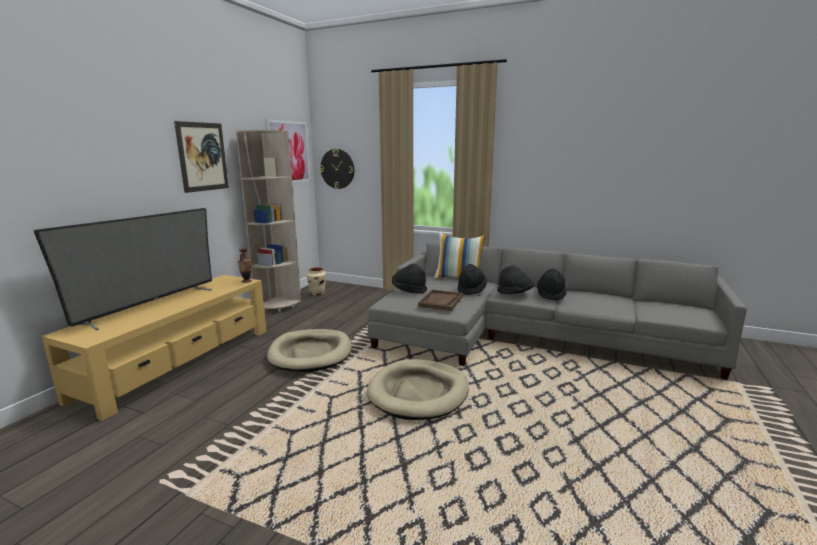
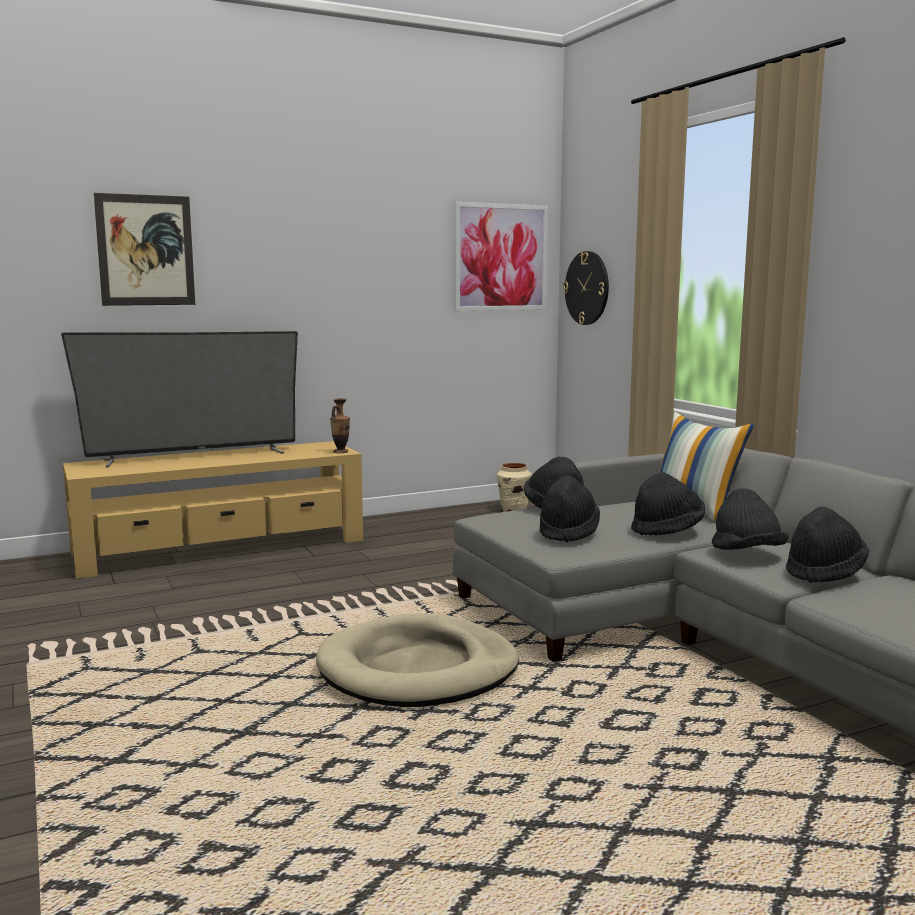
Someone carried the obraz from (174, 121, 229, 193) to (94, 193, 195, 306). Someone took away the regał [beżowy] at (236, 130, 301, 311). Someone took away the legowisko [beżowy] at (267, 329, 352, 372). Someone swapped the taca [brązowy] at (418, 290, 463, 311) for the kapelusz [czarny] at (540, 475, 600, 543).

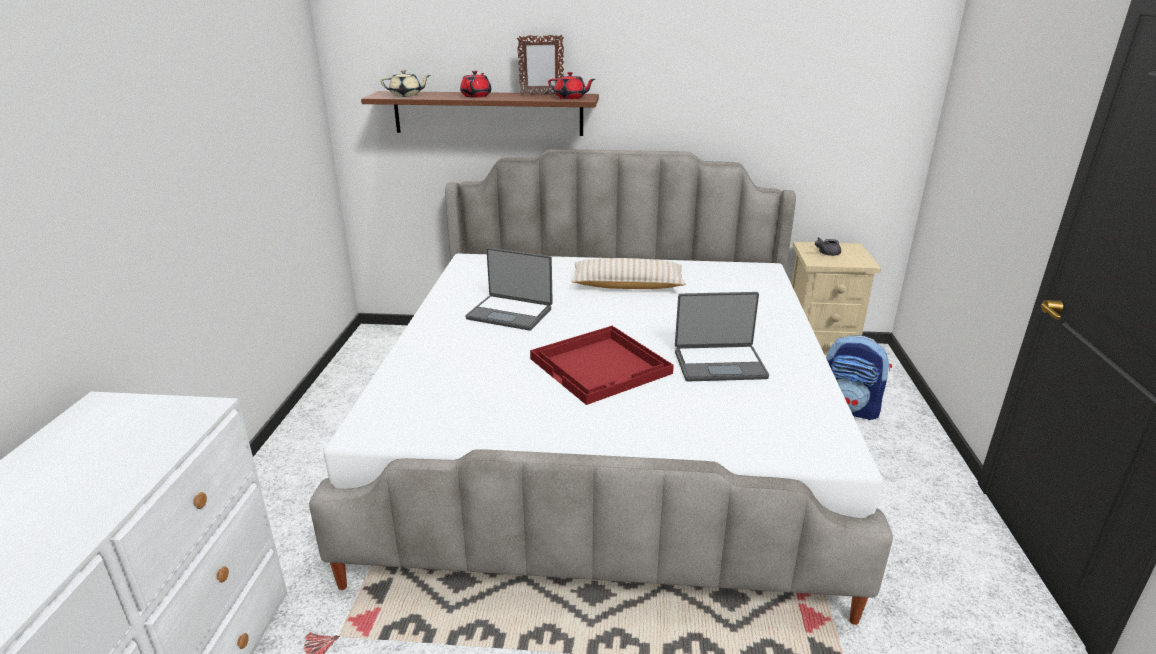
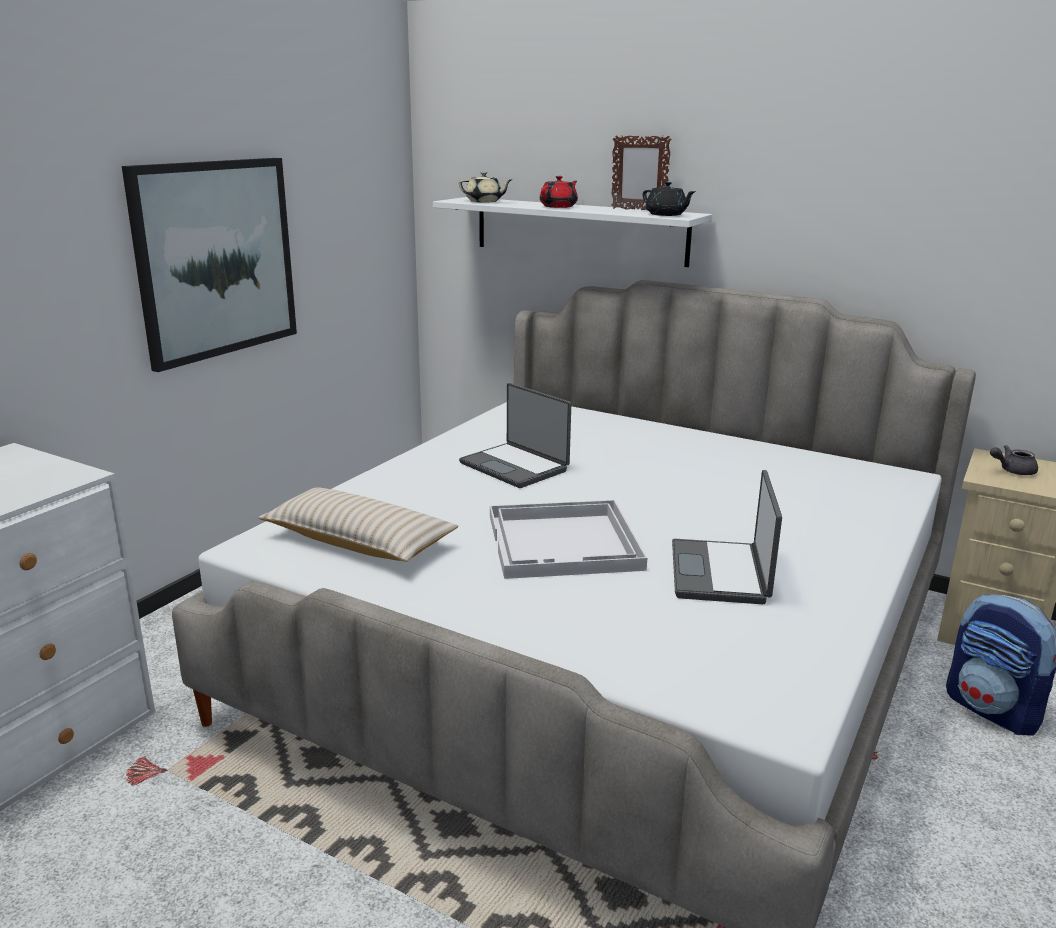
Someone repainted the półka [brązowy] at (361, 91, 599, 136), which became the półka [biały] at (433, 197, 712, 267). Someone repainted the taca [czerwony] at (530, 326, 674, 405), which became the taca [biały] at (490, 500, 647, 579). Someone repainted the imbryk [czerwony] at (548, 72, 595, 99), which became the imbryk [czarny] at (643, 182, 696, 216). Someone carried the poduszka [beżowy] from (571, 258, 686, 289) to (258, 487, 458, 562). Someone rotated the laptop at (675, 292, 769, 381) by 75 degrees clockwise. Someone put up the obraz at (122, 158, 297, 372).

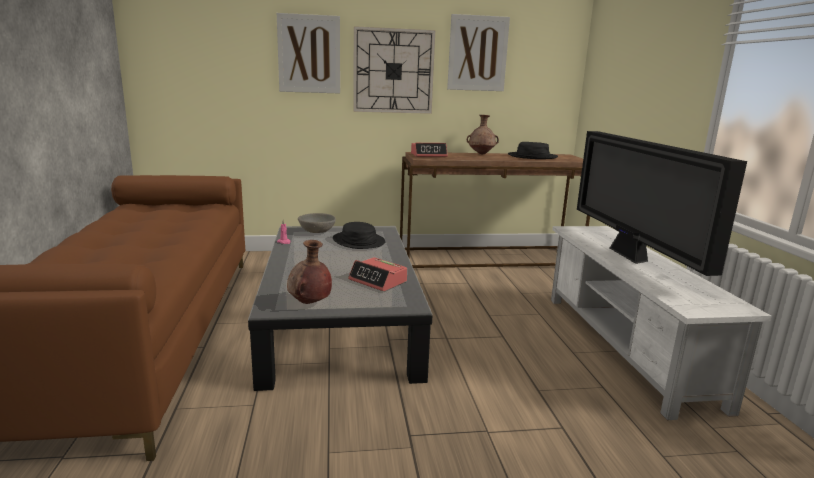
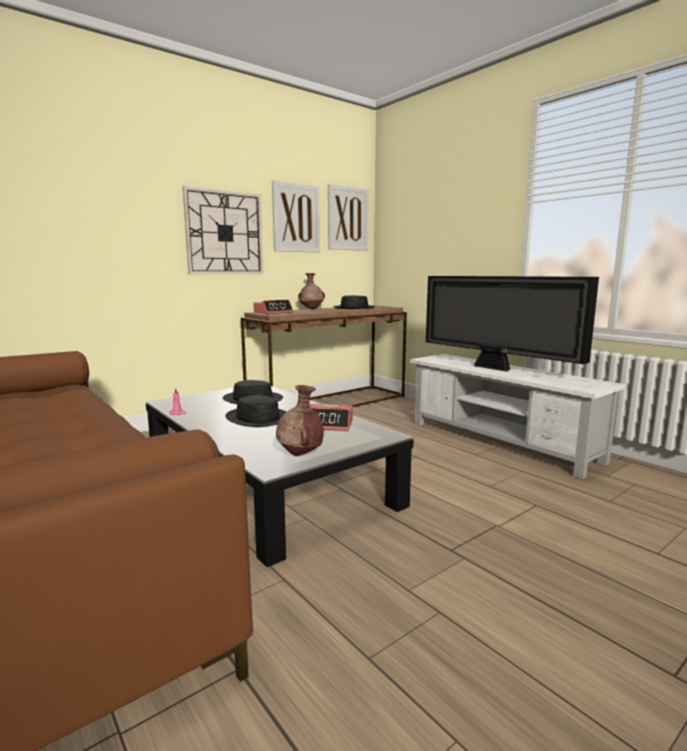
Someone carried the obraz from (277, 13, 340, 93) to (328, 184, 368, 251). Someone took away the miska [szary] at (298, 213, 336, 233). Someone put down the kapelusz [czarny] at (225, 395, 286, 427).

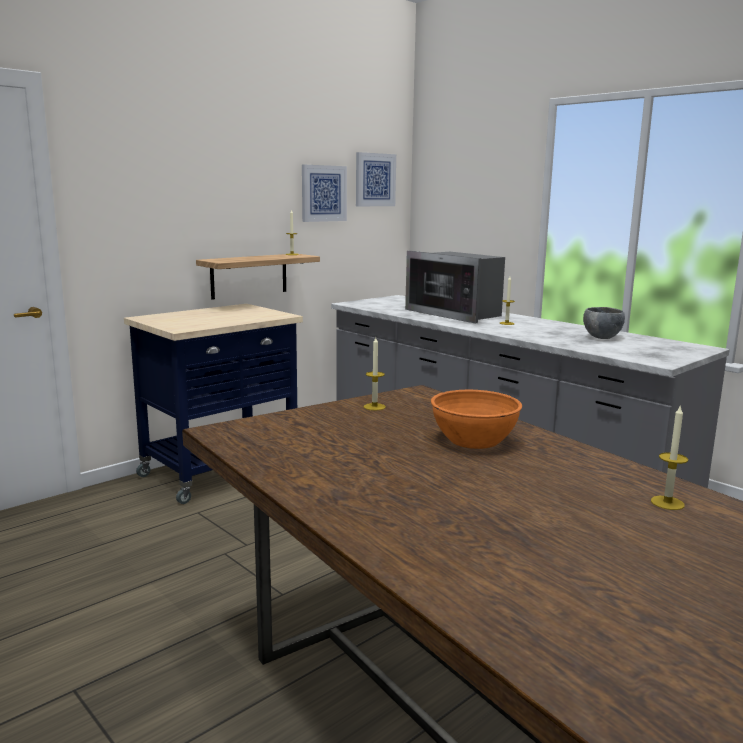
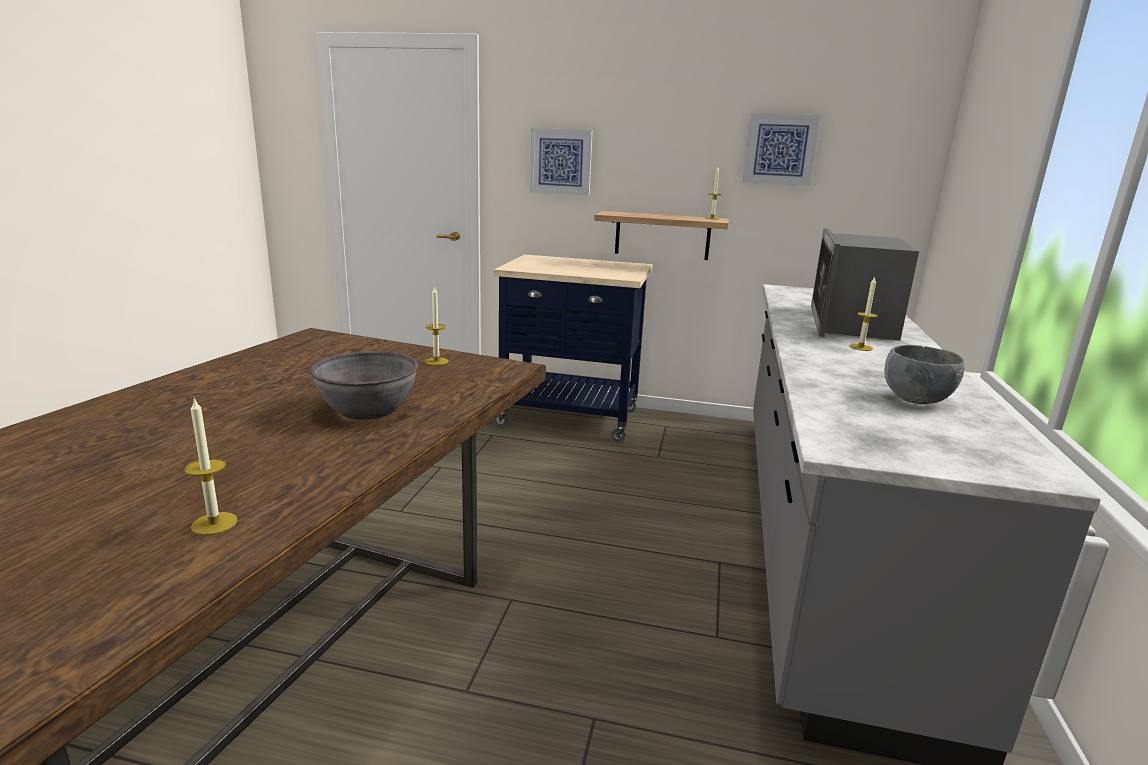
Someone carried the obraz from (356, 152, 396, 206) to (530, 128, 593, 196). Someone repainted the miska [pomarańczowy] at (431, 390, 522, 449), which became the miska [szary] at (310, 351, 418, 419).

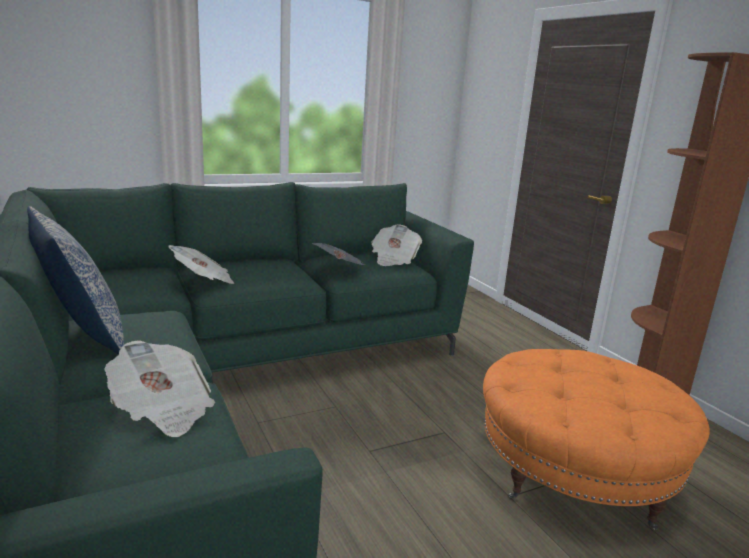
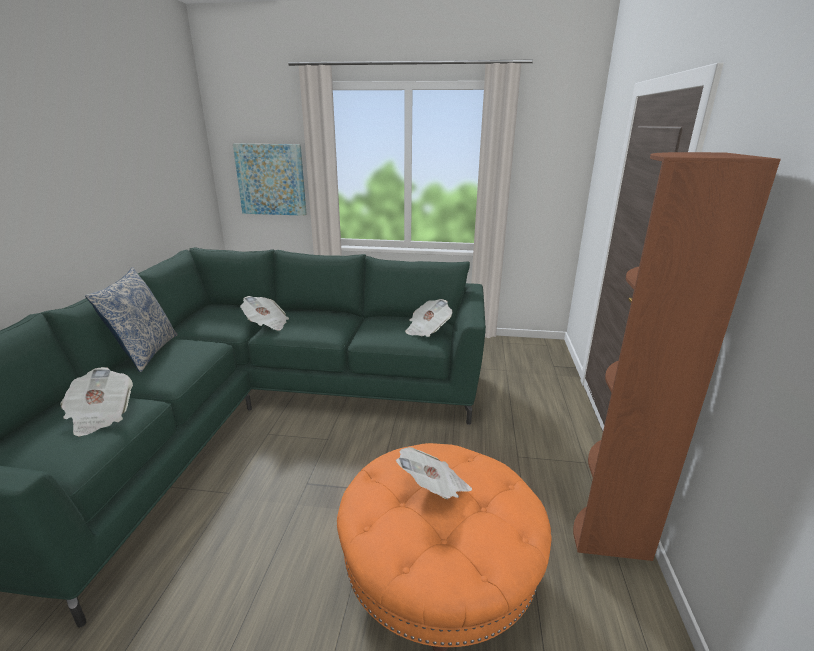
Someone carried the gazeta from (312, 243, 364, 265) to (396, 447, 472, 499). Someone put up the obraz at (233, 144, 307, 216).

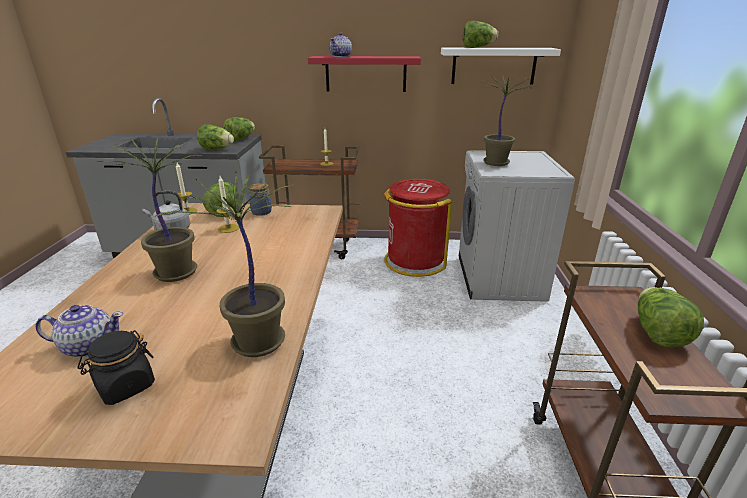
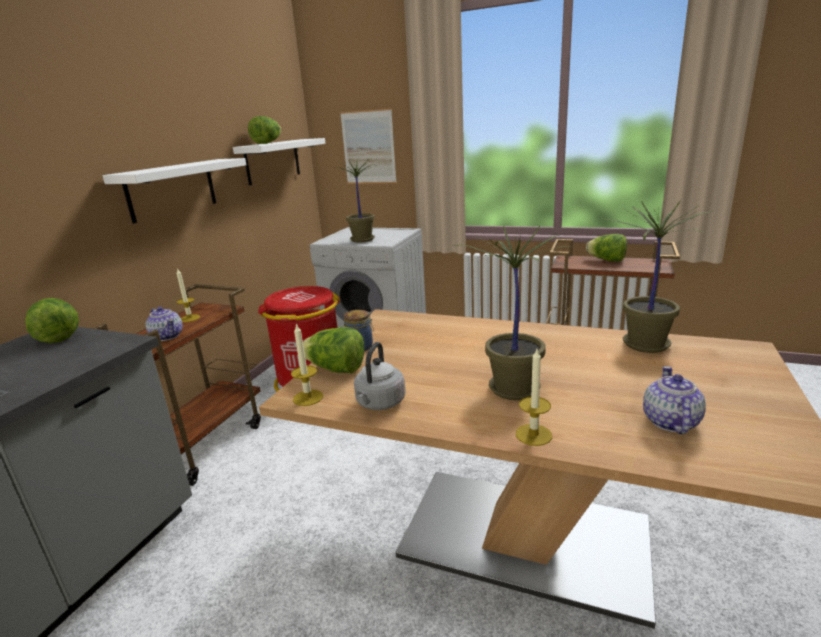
Someone took away the słoik [czarny] at (77, 330, 155, 405). Someone took away the sałata at (197, 124, 234, 150). Someone carried the świeca from (216, 176, 239, 233) to (516, 349, 552, 446). Someone repainted the półka [czerwony] at (308, 56, 421, 92), which became the półka [biały] at (102, 158, 246, 224). Someone carried the imbryk from (329, 33, 352, 57) to (145, 307, 183, 341). Someone put up the obraz at (340, 108, 397, 184).

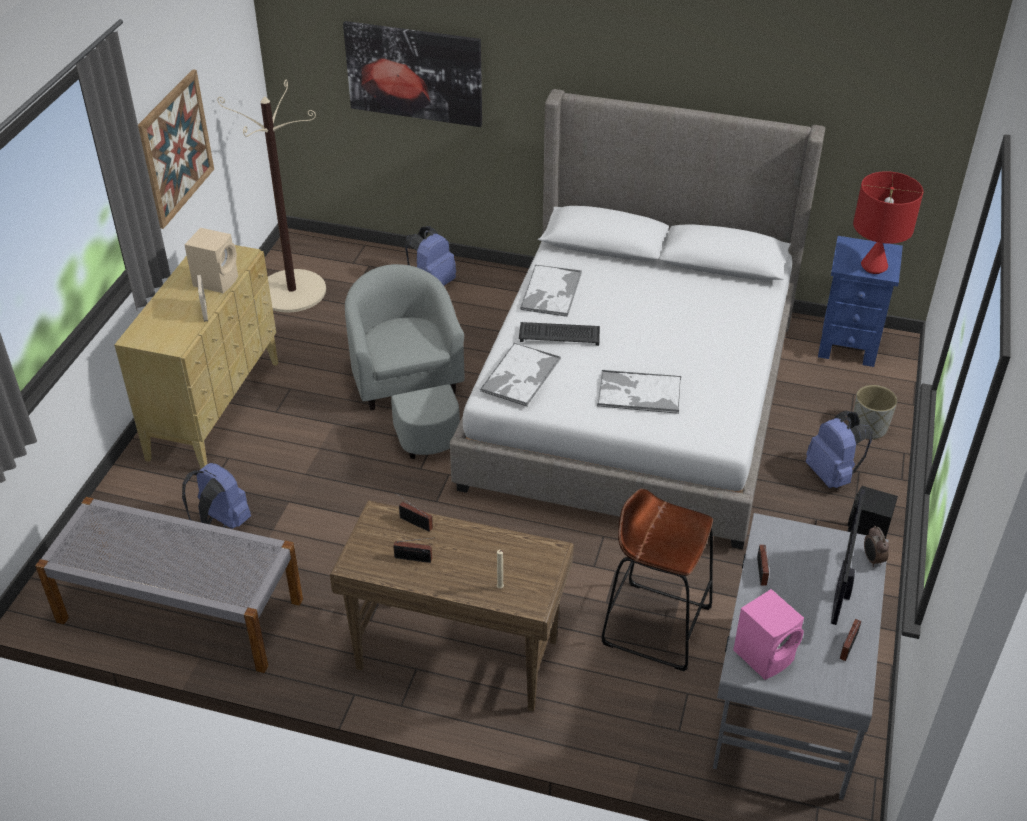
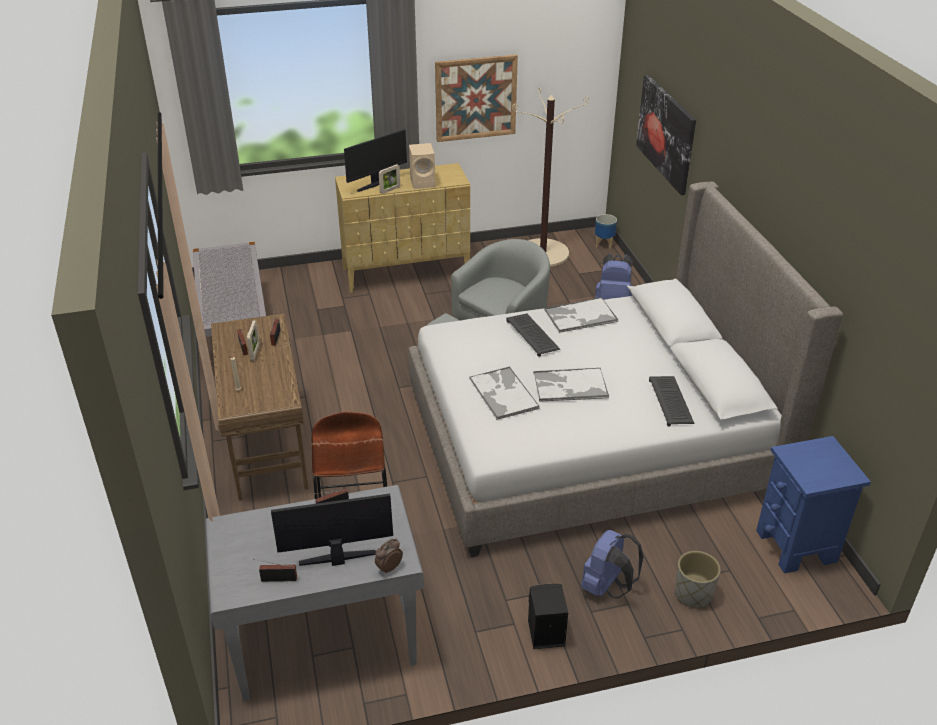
Someone took away the plecak [niebieski] at (182, 463, 251, 529). Someone carried the taca from (480, 343, 560, 407) to (533, 368, 609, 402). Someone took away the głośnik [różowy] at (733, 589, 804, 680). Someone took away the lampa stołowa [czerwony] at (853, 171, 923, 274). Someone put down the ramka na zdjęcie at (247, 321, 260, 361). Someone put down the monitor at (344, 129, 407, 192). Someone put down the donica at (595, 214, 617, 249). Someone put down the klawiatura at (649, 376, 694, 427).

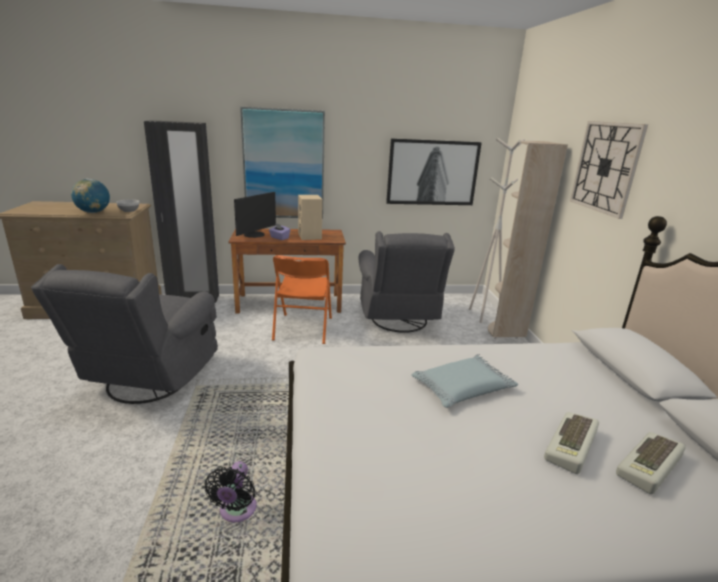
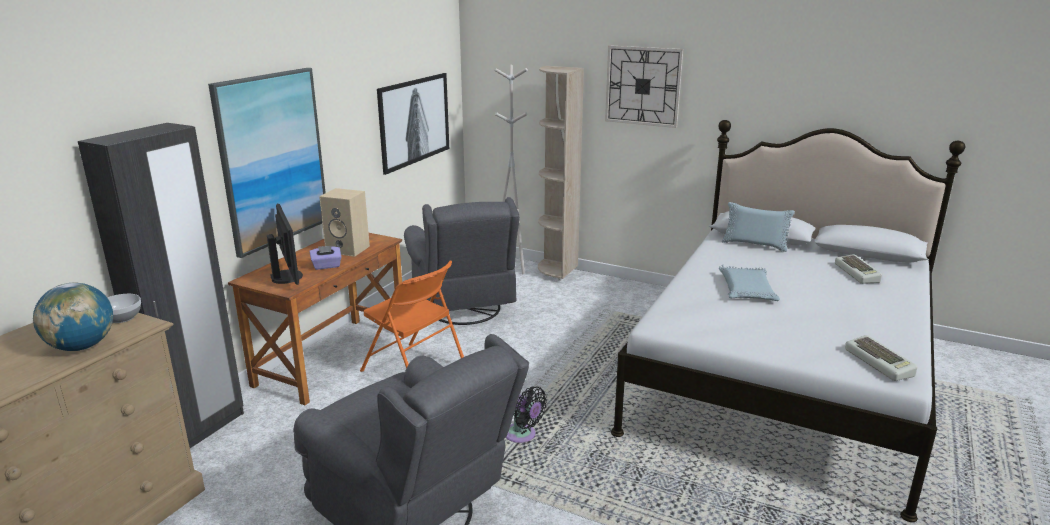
Someone carried the wentylator [czarny] from (205, 461, 257, 522) to (506, 386, 547, 443). Someone rotated the fotel [szary] at (358, 231, 455, 333) by 45 degrees clockwise. Someone carried the klawiatura from (544, 412, 599, 474) to (845, 335, 917, 381). Someone put down the poduszka [niebieski] at (722, 202, 795, 252).

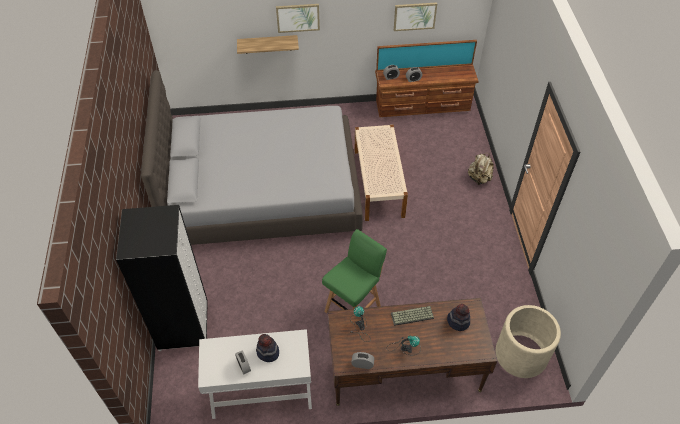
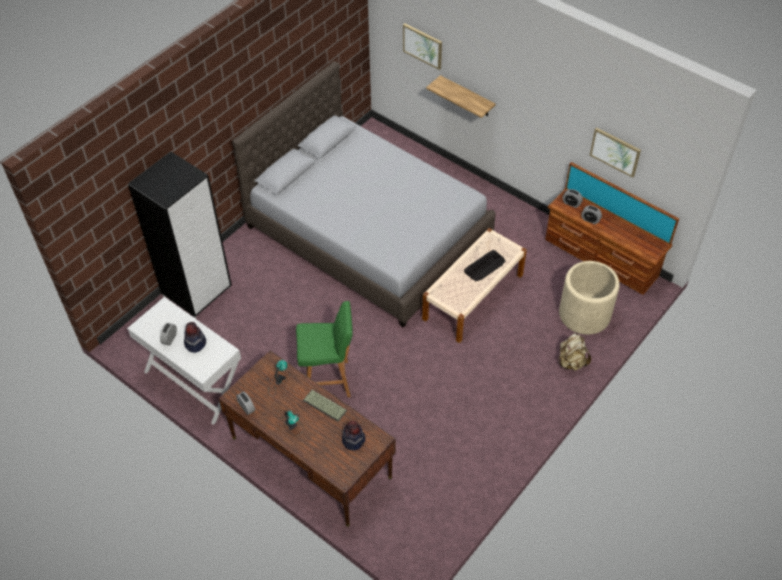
Someone carried the obraz from (276, 4, 320, 33) to (403, 23, 442, 70). Someone carried the donica [beżowy] from (496, 305, 561, 378) to (559, 261, 620, 335). Someone put down the klawiatura at (464, 250, 505, 281).

